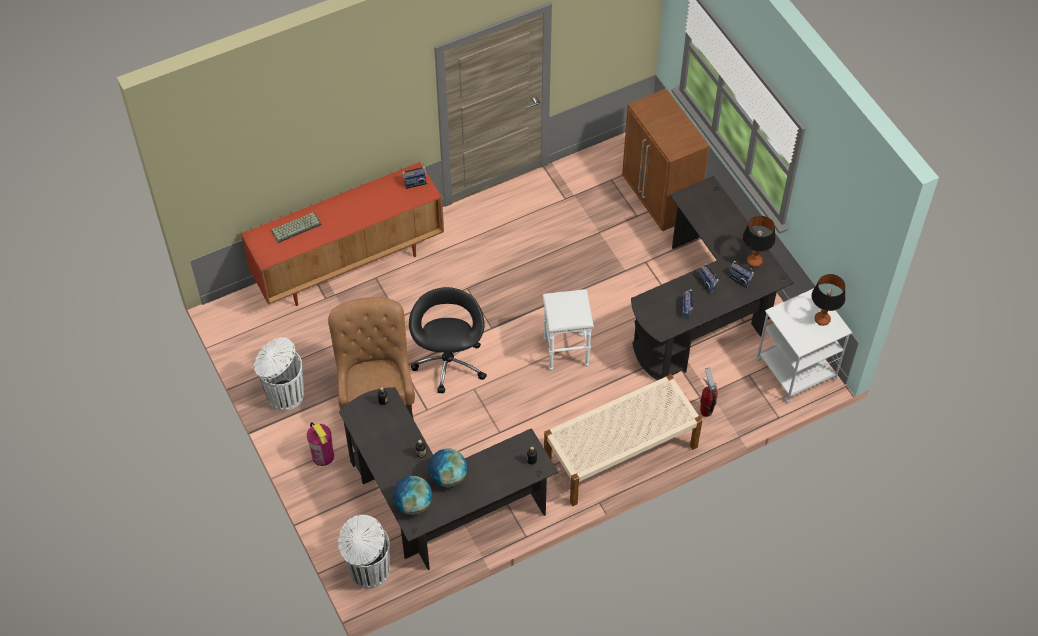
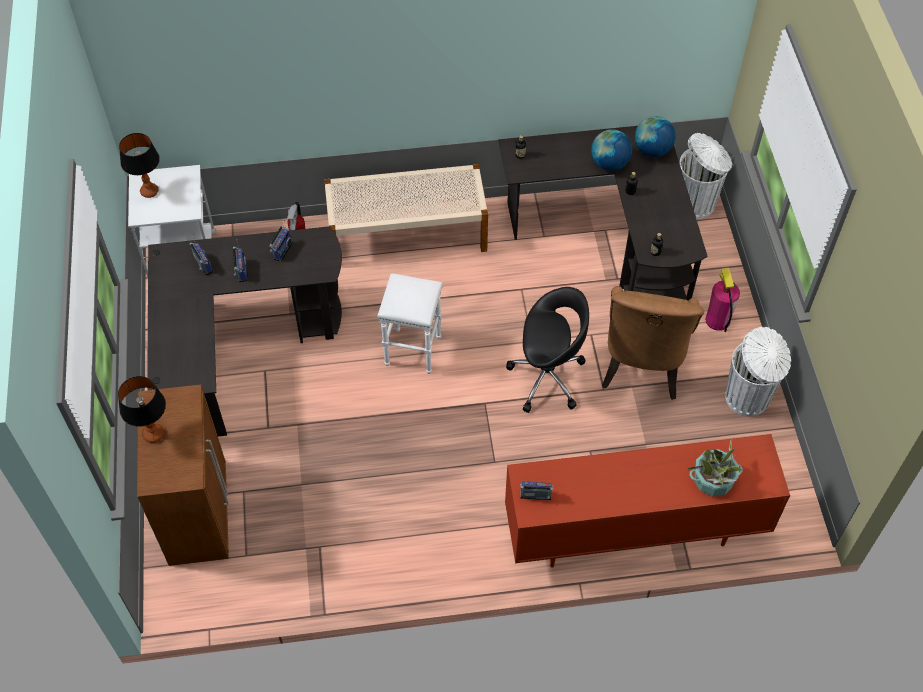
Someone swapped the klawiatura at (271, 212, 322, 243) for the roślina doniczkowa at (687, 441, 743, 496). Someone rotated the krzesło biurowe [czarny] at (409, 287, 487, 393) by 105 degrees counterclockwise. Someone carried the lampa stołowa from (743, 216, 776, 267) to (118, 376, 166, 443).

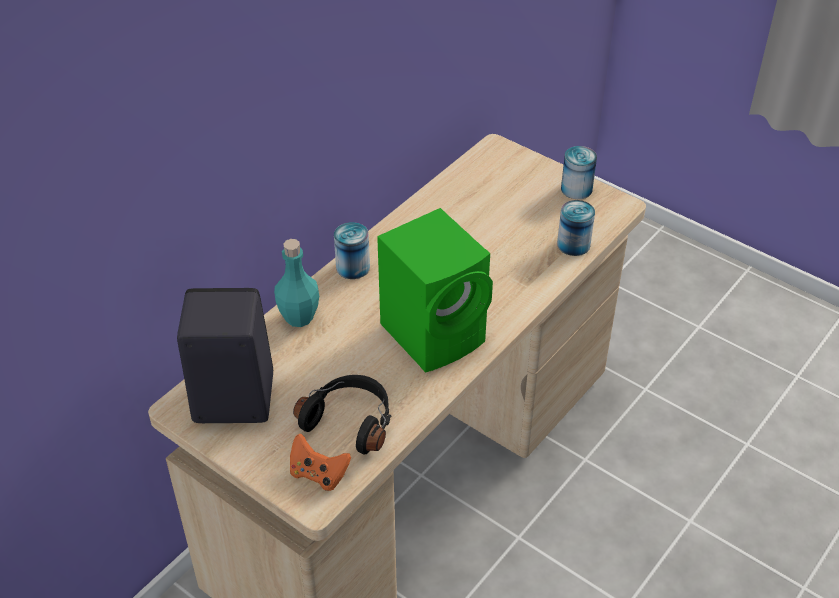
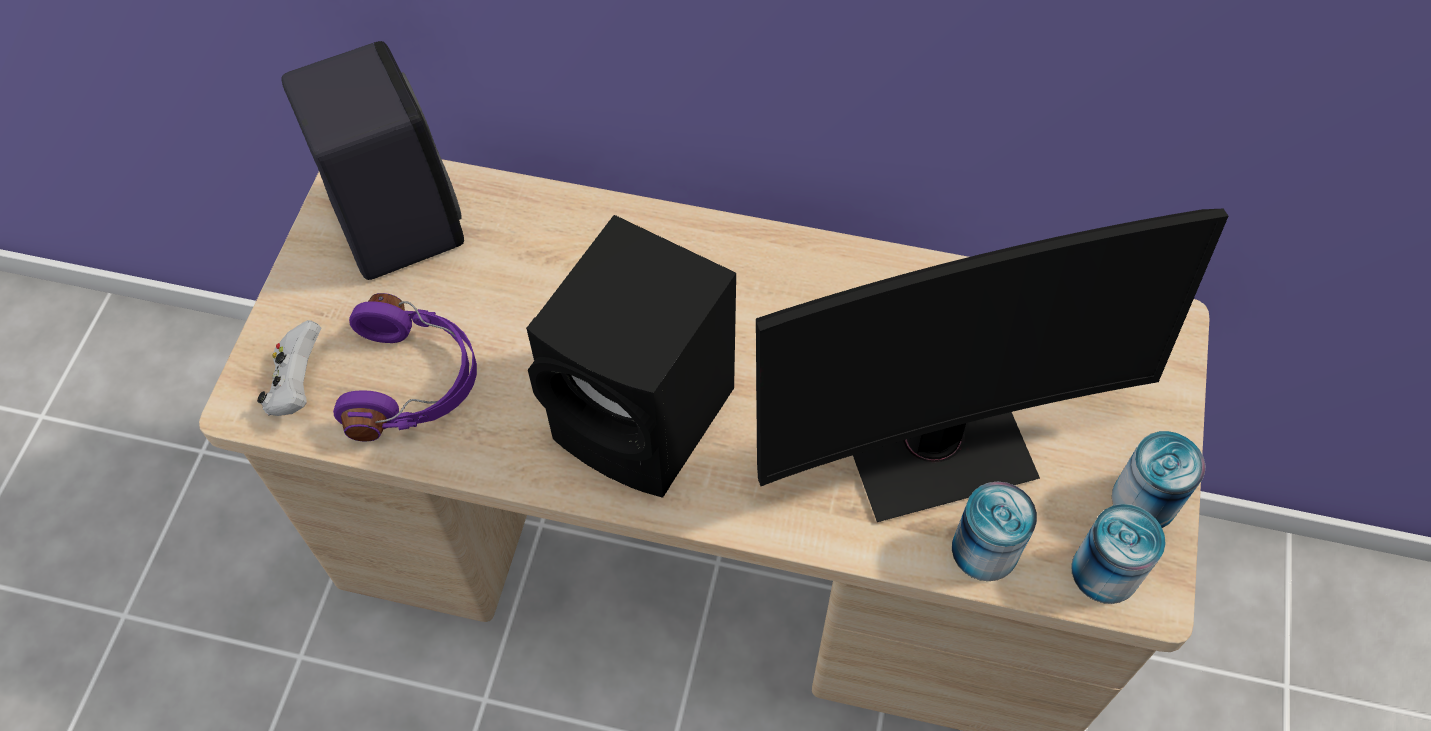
Someone took away the butelka [turkusowy] at (274, 239, 319, 327). Someone repainted the pad do gier [pomarańczowy] at (290, 434, 351, 491), which became the pad do gier [biały] at (257, 320, 321, 416). Someone repainted the słuchawki [czarny] at (293, 375, 391, 455), which became the słuchawki [fioletowy] at (333, 293, 477, 441). Someone carried the puszka from (334, 222, 370, 279) to (1071, 504, 1166, 604). Someone repainted the głośnik [zielony] at (377, 208, 493, 373), which became the głośnik [czarny] at (526, 215, 736, 498). Someone put down the monitor at (756, 209, 1228, 522).

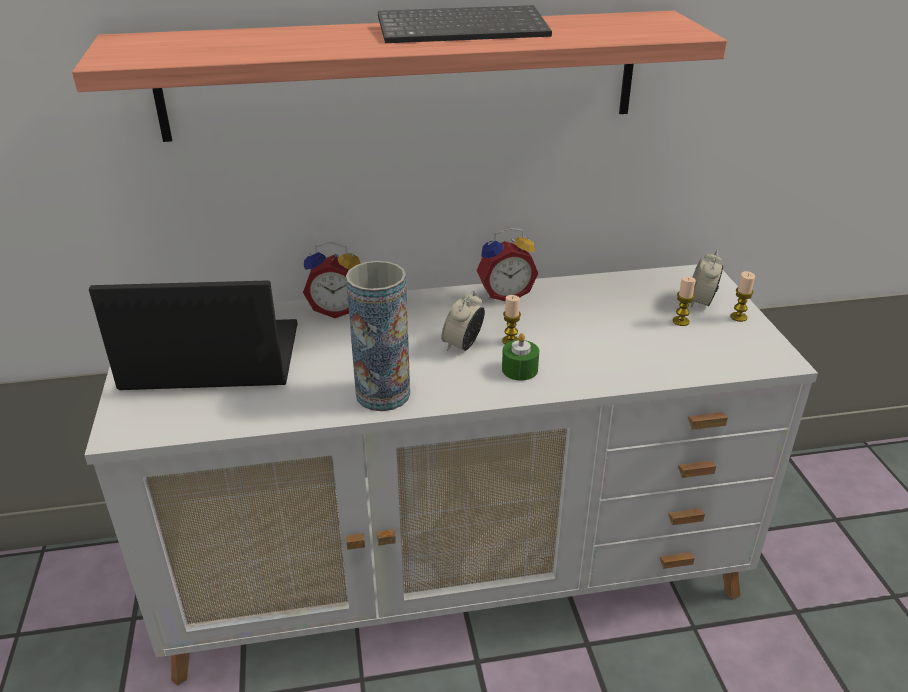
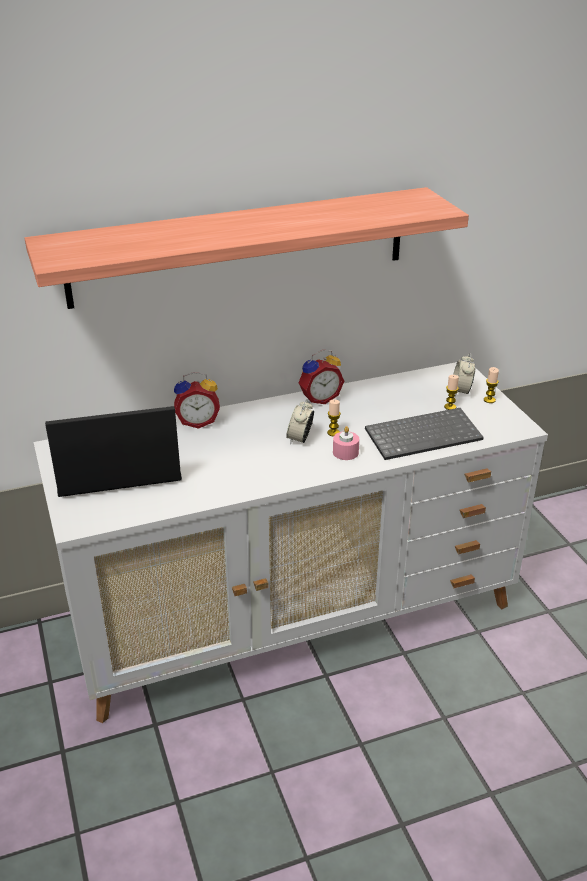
Someone took away the wazon at (346, 261, 410, 411). Someone carried the klawiatura from (378, 5, 552, 43) to (365, 408, 484, 460). Someone repainted the świeca [zielony] at (502, 333, 539, 381), which became the świeca [różowy] at (333, 426, 359, 460).

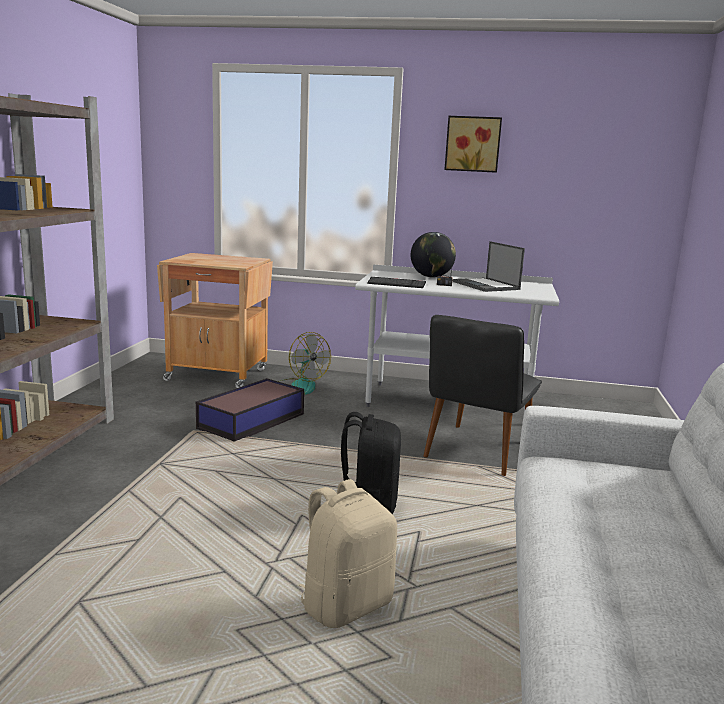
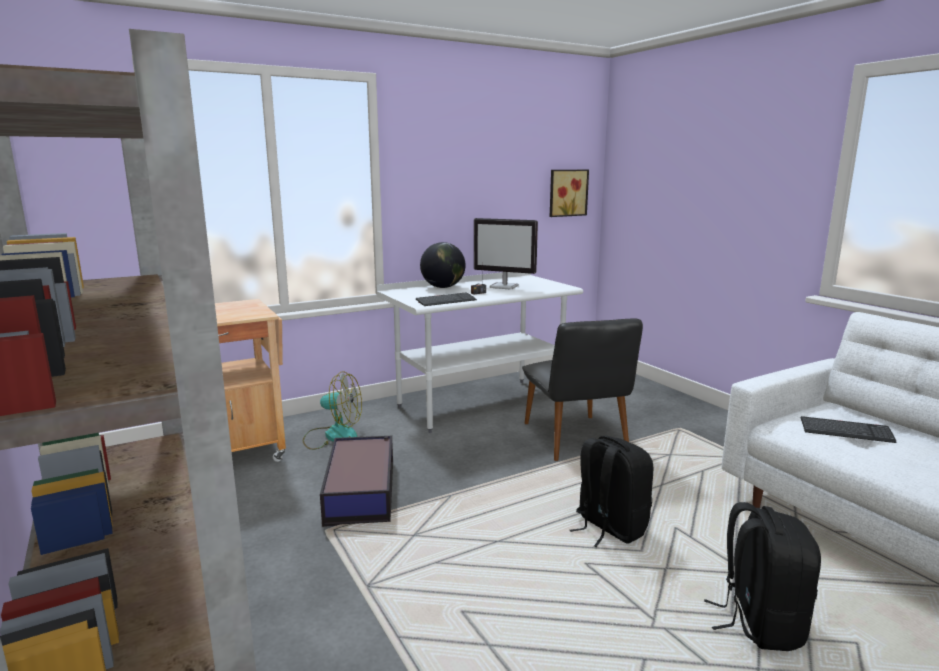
Someone repainted the plecak [beżowy] at (299, 479, 397, 628), which became the plecak [czarny] at (704, 502, 821, 651). Someone carried the obraz from (444, 116, 502, 173) to (550, 170, 589, 217). Someone swapped the laptop at (453, 241, 525, 292) for the monitor at (474, 218, 538, 289). Someone put down the klawiatura at (801, 416, 897, 443).

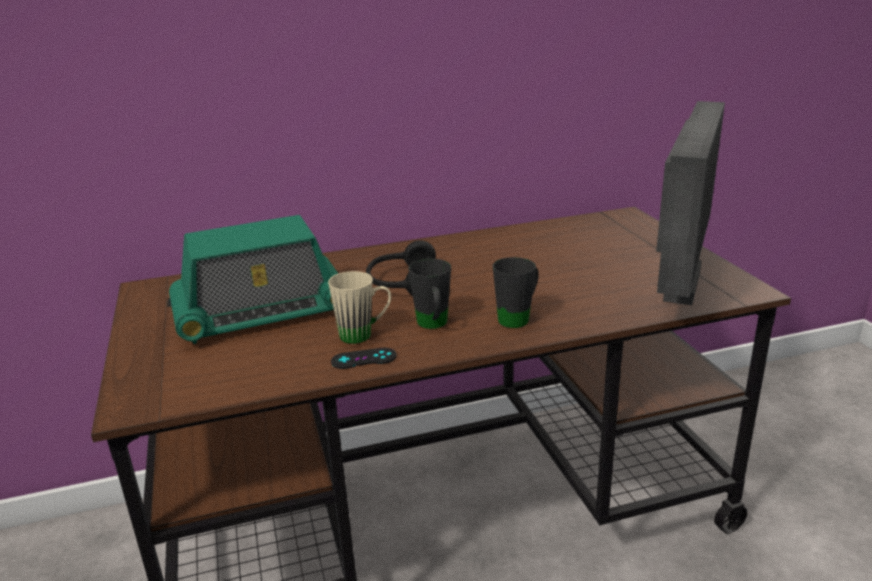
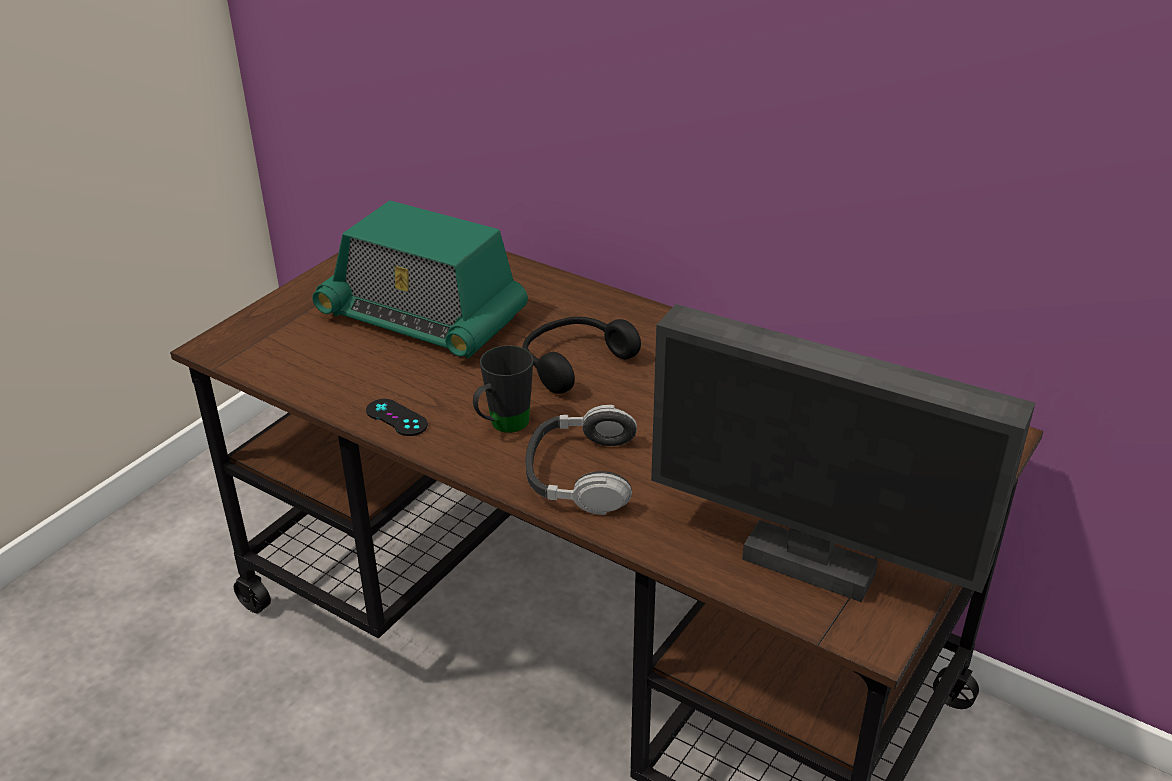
Someone took away the kubek [beżowy] at (328, 271, 391, 344). Someone swapped the kubek [czarny] at (493, 257, 539, 328) for the słuchawki at (526, 405, 637, 515). Someone rotated the monitor at (656, 101, 725, 305) by 45 degrees clockwise.

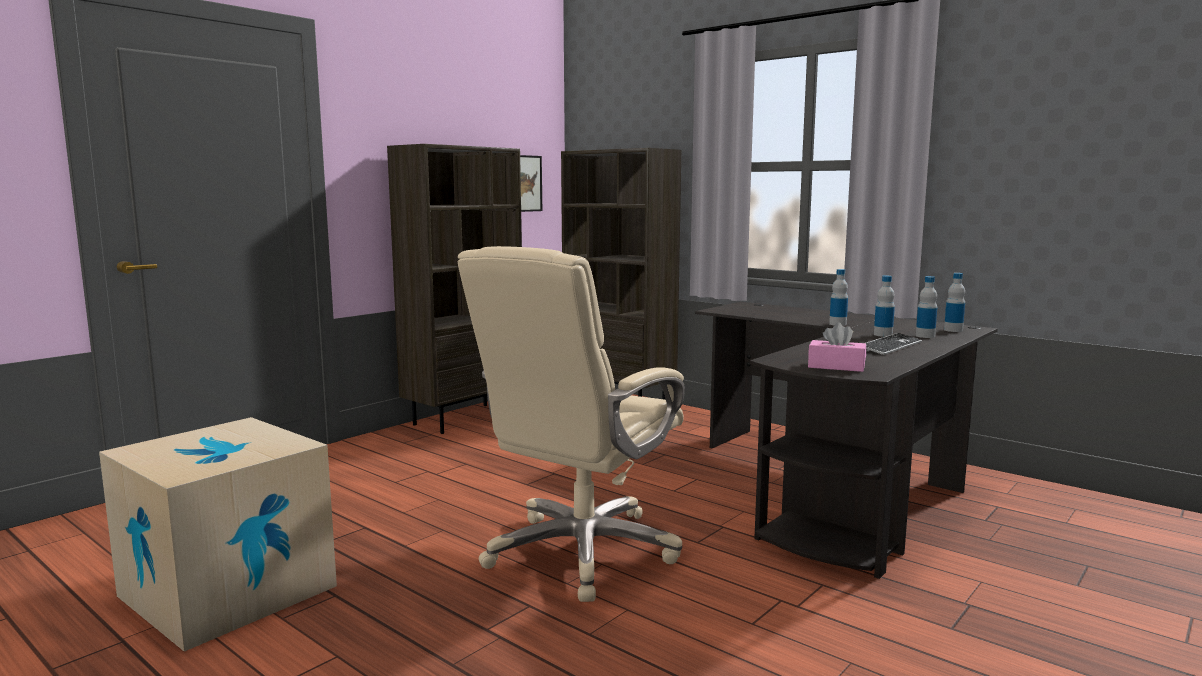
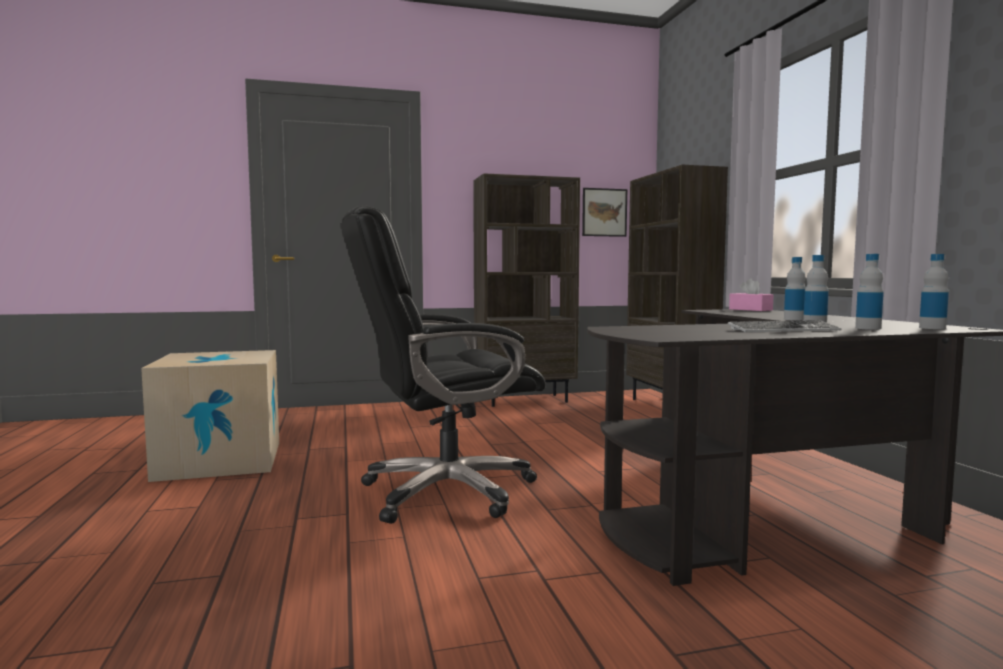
Someone repainted the krzesło biurowe [beżowy] at (458, 246, 685, 602), which became the krzesło biurowe [czarny] at (340, 205, 546, 524). Someone carried the pudełko chusteczek [różowy] from (808, 322, 866, 372) to (729, 278, 774, 311).

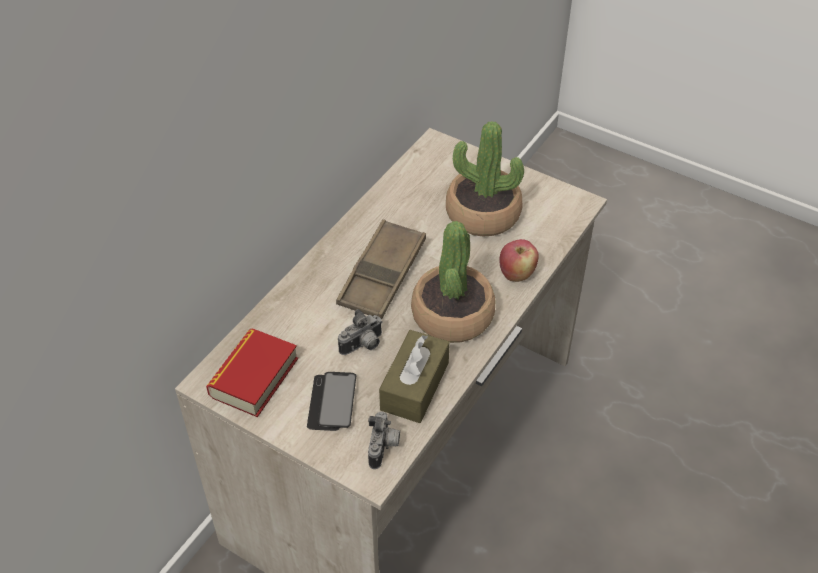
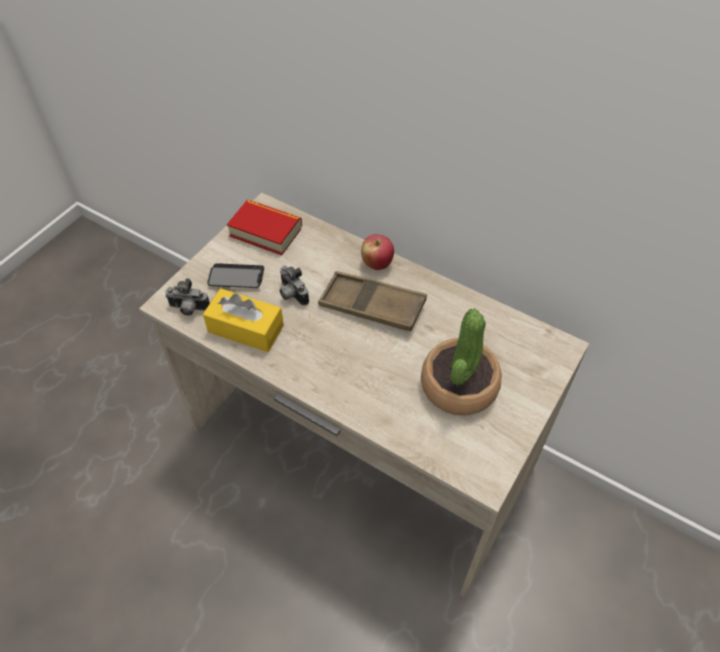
Someone repainted the pudełko chusteczek [brązowy] at (379, 330, 450, 423), which became the pudełko chusteczek [żółty] at (203, 288, 284, 352). Someone took away the roślina doniczkowa at (411, 221, 496, 343). Someone carried the jabłko from (499, 239, 539, 282) to (361, 234, 394, 270).

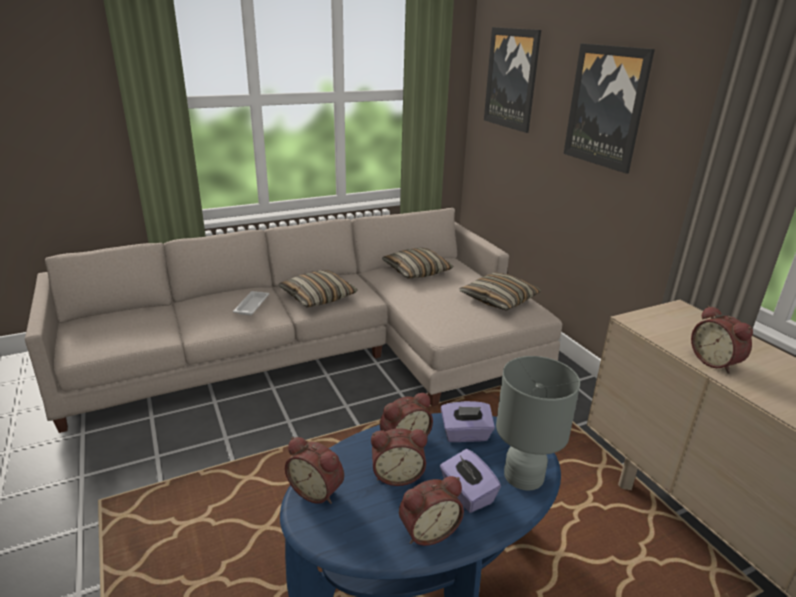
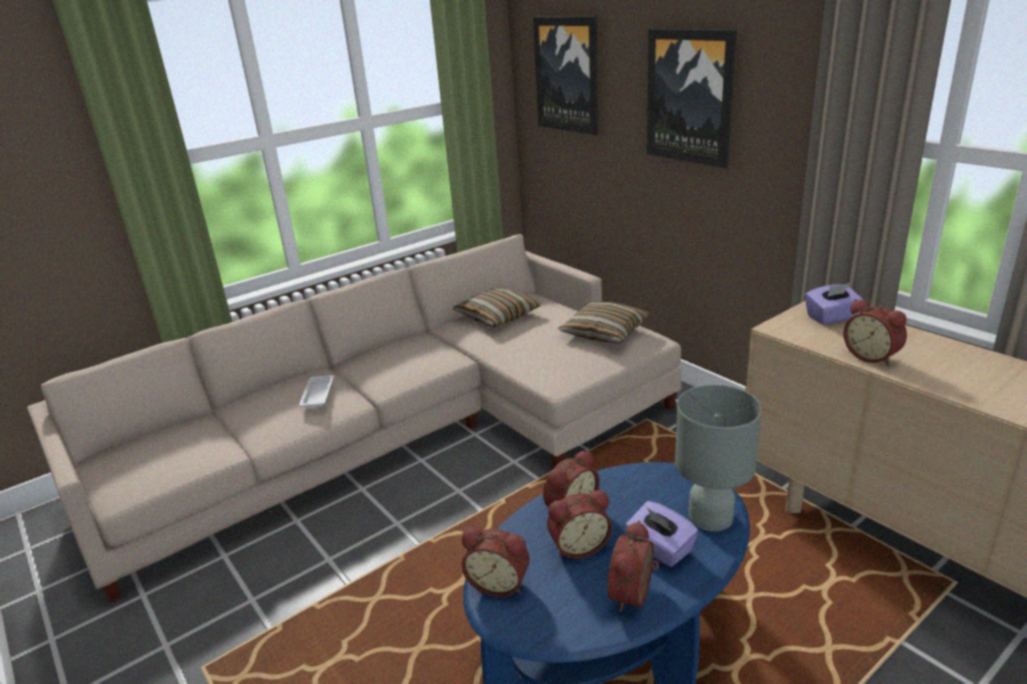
Someone took away the poduszka at (278, 270, 358, 307). Someone rotated the budzik at (399, 476, 464, 546) by 150 degrees clockwise. Someone carried the pudełko chusteczek [fioletowy] from (441, 401, 495, 442) to (805, 283, 864, 325).

